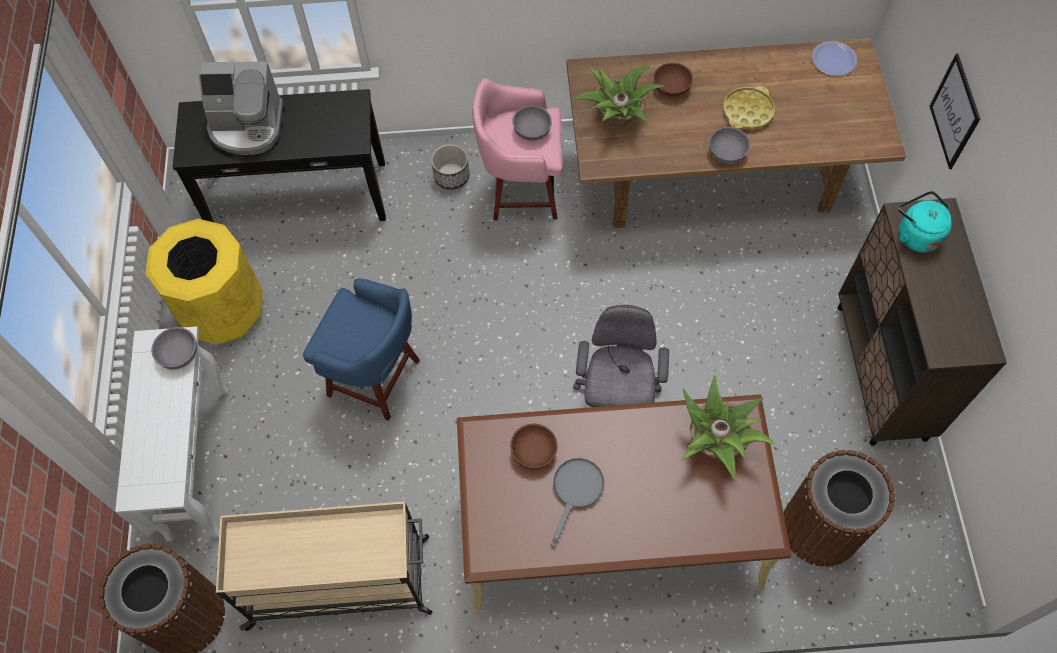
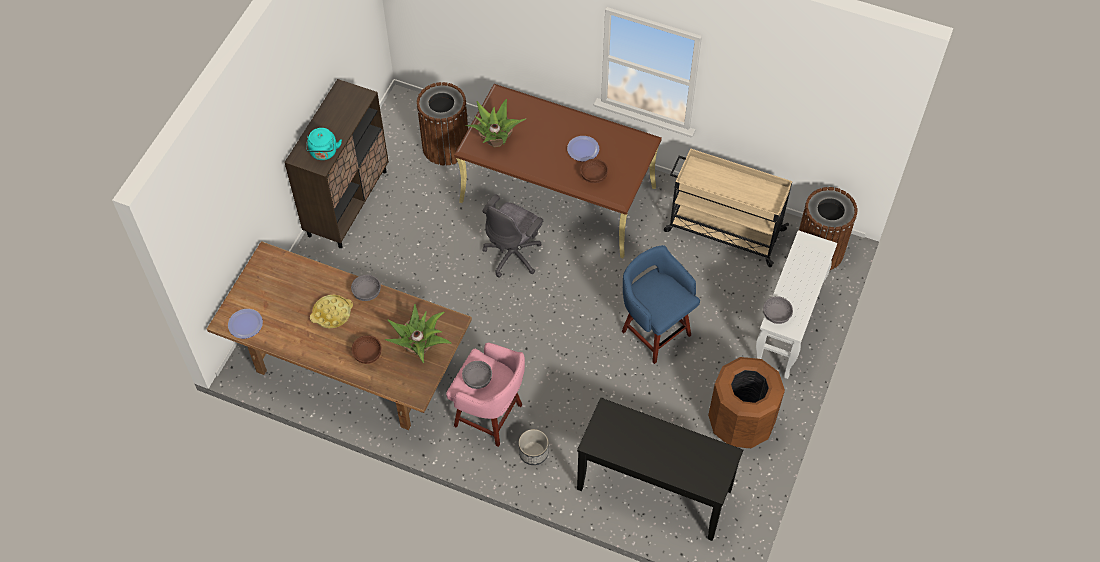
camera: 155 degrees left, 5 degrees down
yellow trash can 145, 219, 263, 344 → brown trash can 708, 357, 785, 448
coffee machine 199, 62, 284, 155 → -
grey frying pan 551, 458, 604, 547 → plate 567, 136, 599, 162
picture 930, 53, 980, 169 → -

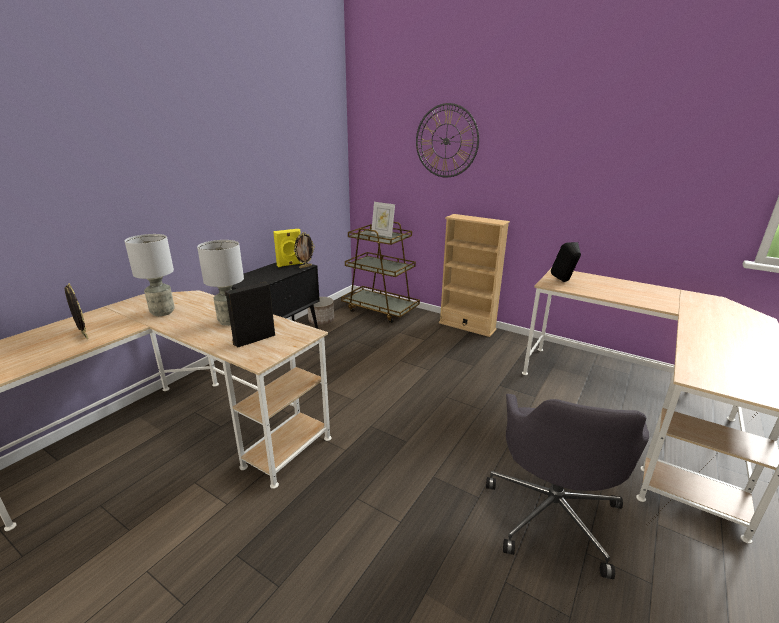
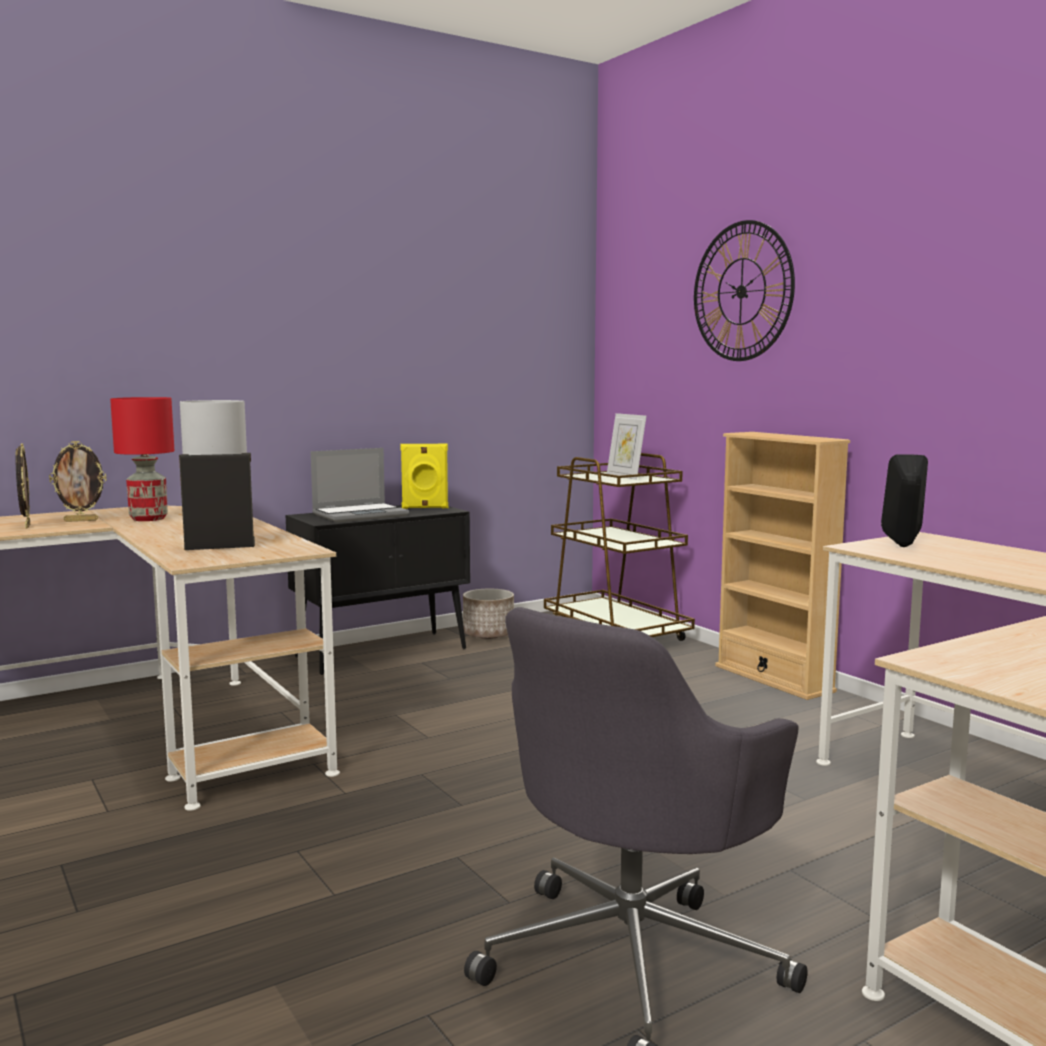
camera: 25 degrees right, 15 degrees down
grey table lamp 125, 234, 175, 316 → red table lamp 110, 397, 174, 521
picture frame 294, 232, 315, 268 → picture frame 49, 441, 106, 522, relocated
- → laptop 311, 448, 409, 522

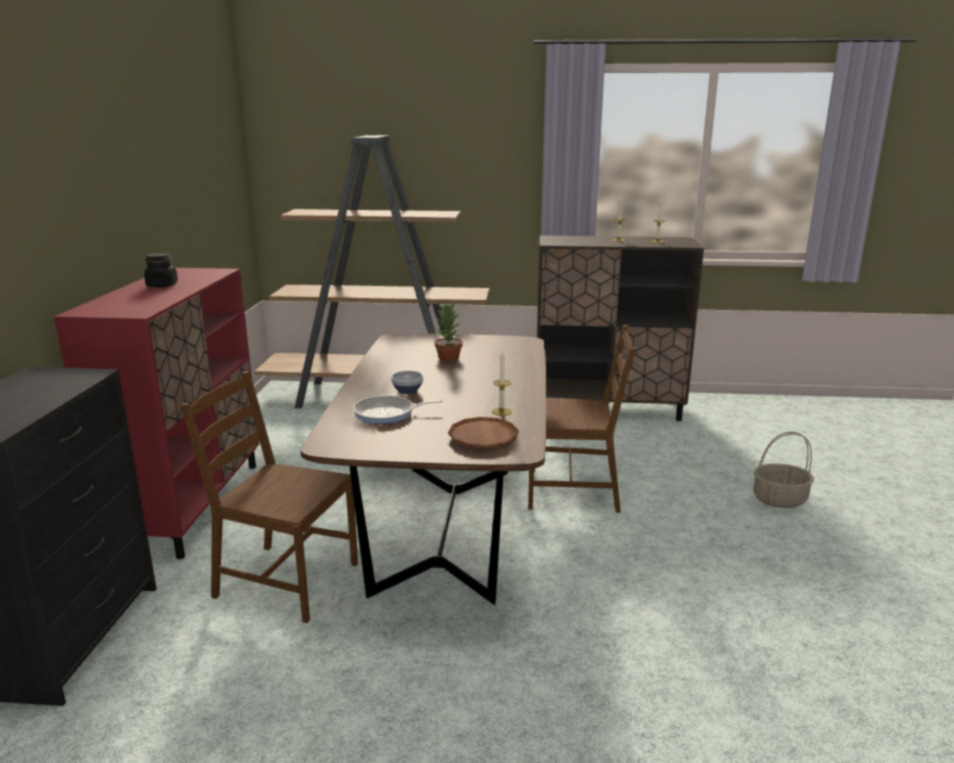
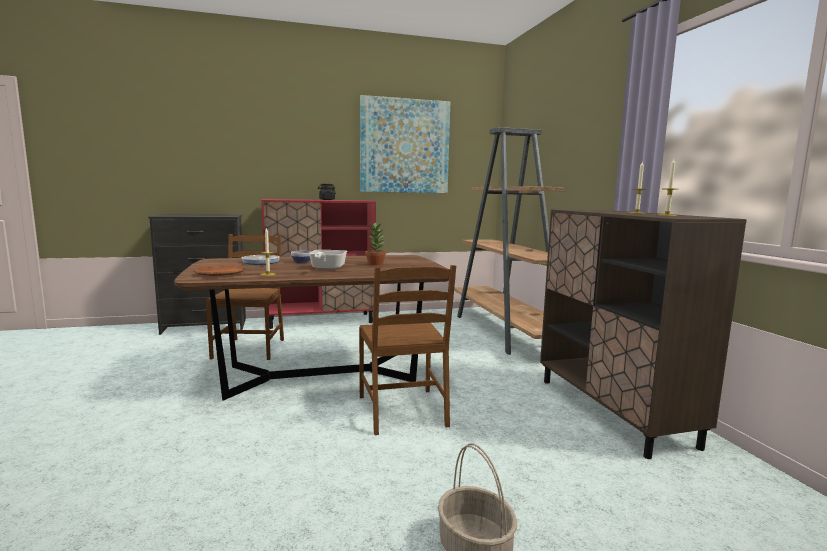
camera: 70 degrees right, 10 degrees down
- → frying pan 309, 250, 347, 270
- → picture 360, 95, 450, 193

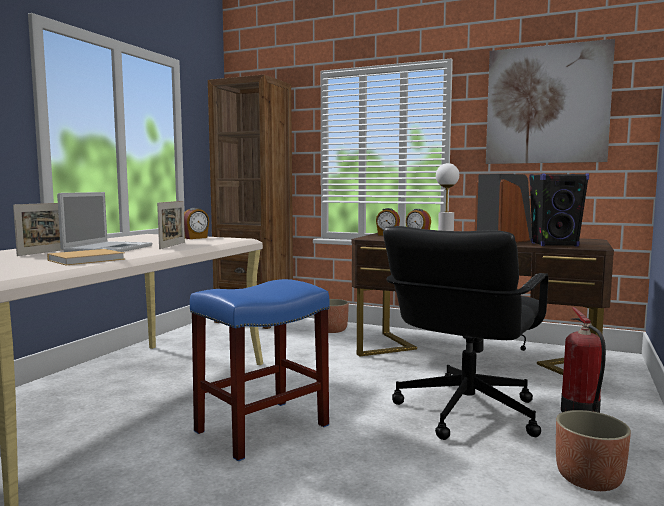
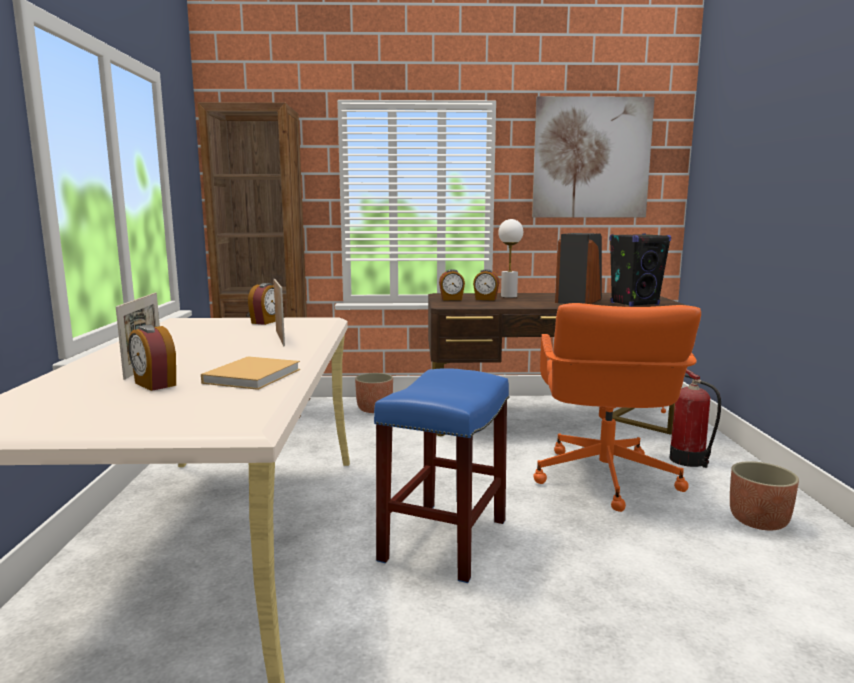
camera: 25 degrees left, 5 degrees up
laptop 57, 192, 152, 252 → -
black office chair 383, 226, 548, 440 → orange office chair 533, 303, 701, 512
- → alarm clock 128, 325, 176, 391

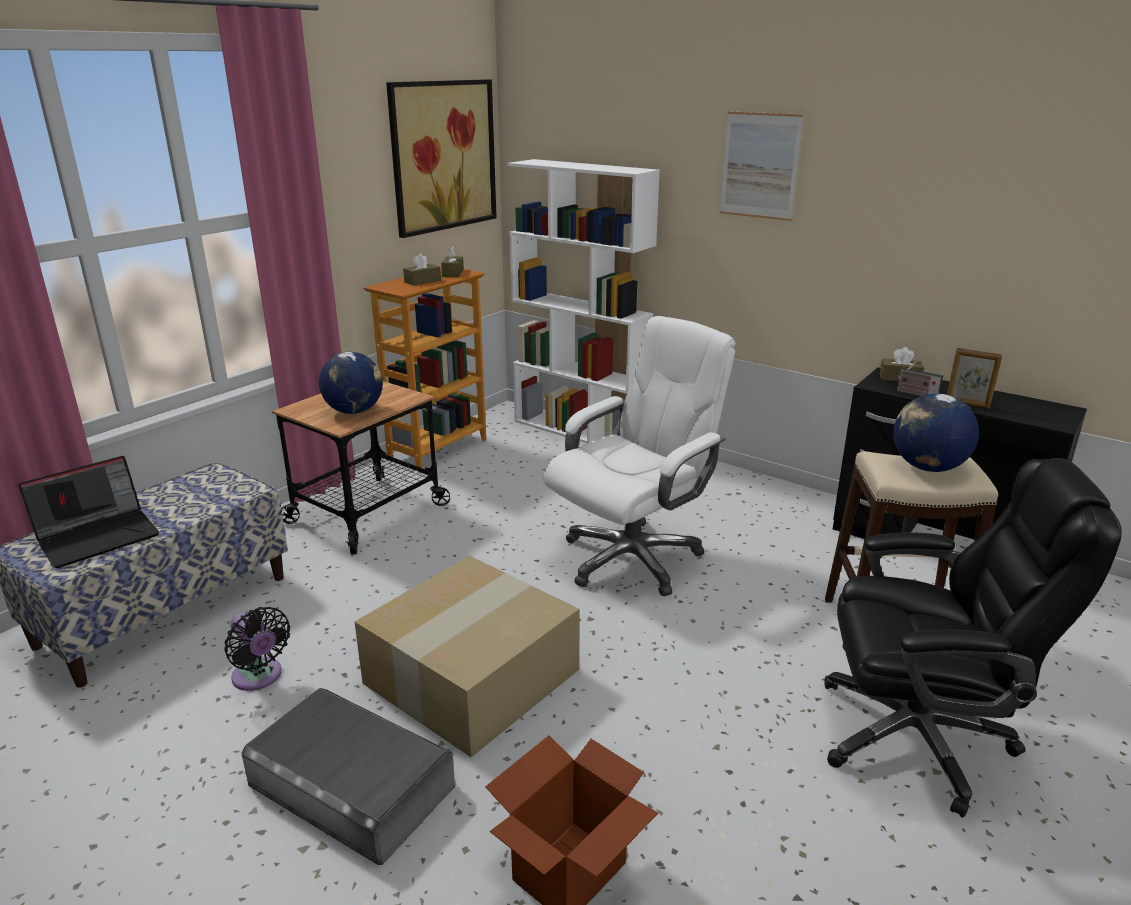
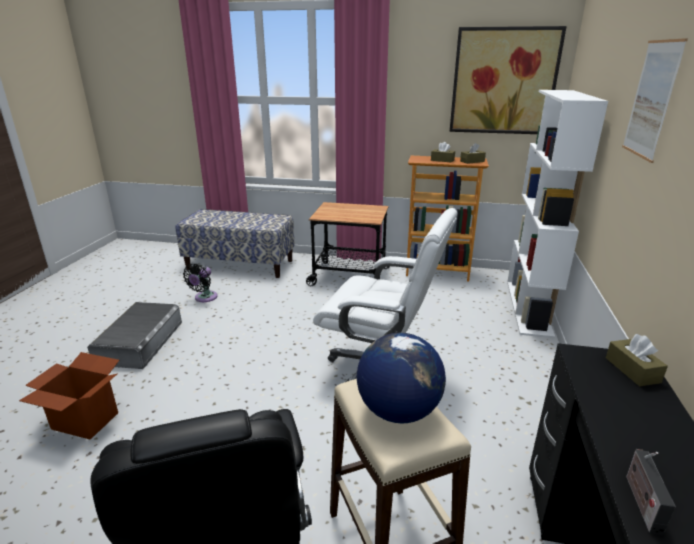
camera: 65 degrees right, 0 degrees up
laptop 18, 456, 159, 568 → -
globe 319, 352, 383, 414 → -
cardboard box 355, 555, 579, 757 → -
radio 896, 359, 943, 396 → radio 626, 449, 676, 535, relocated
picture frame 947, 348, 1003, 409 → -

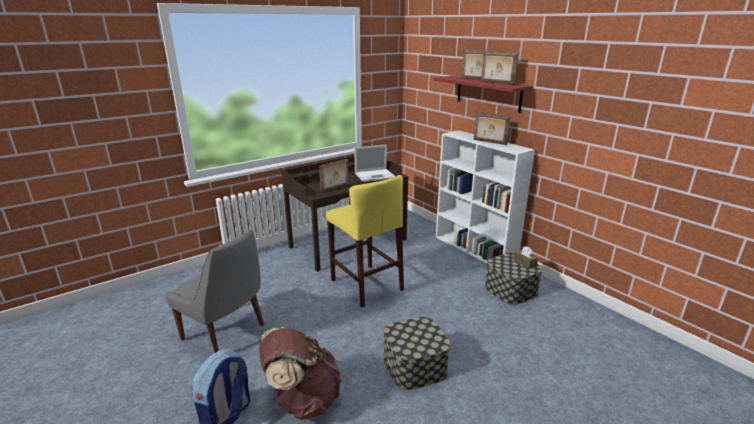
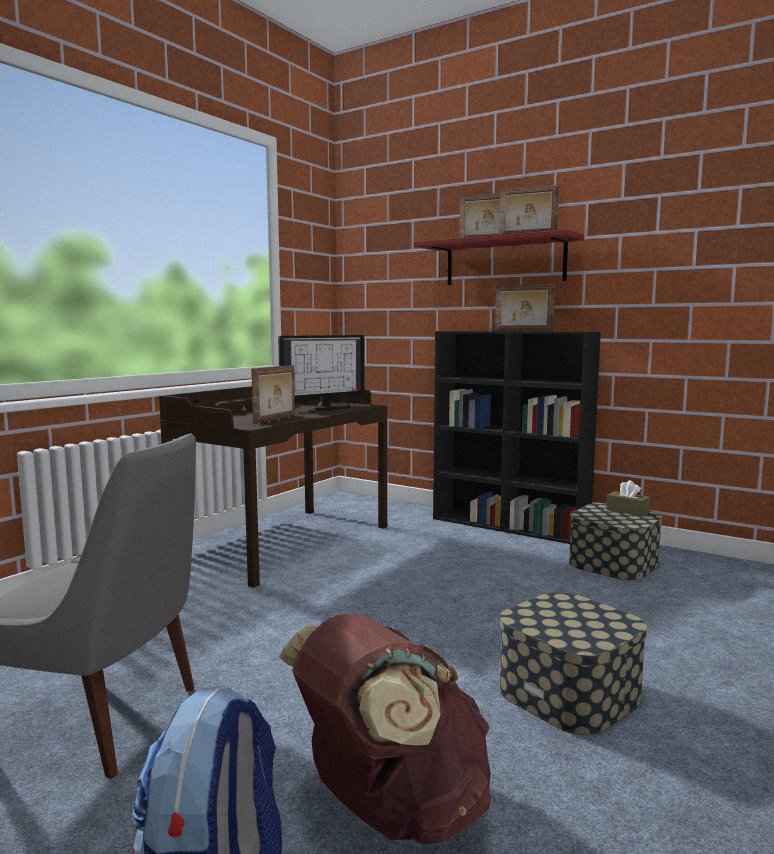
camera: 20 degrees left, 15 degrees down
yellow stool 326, 175, 404, 308 → -
laptop 354, 144, 396, 182 → monitor 278, 335, 364, 410
white bookcase 436, 130, 535, 264 → black bookcase 433, 331, 601, 544

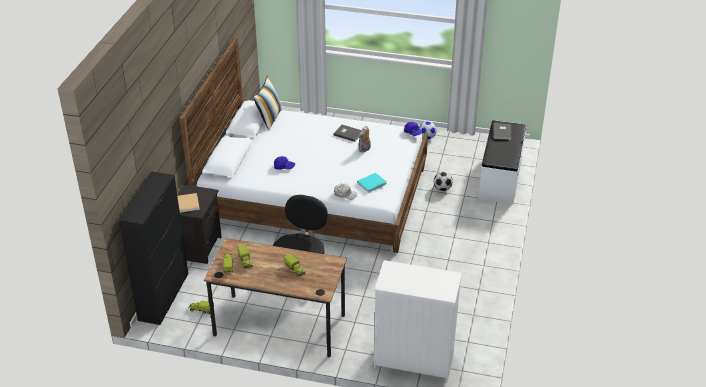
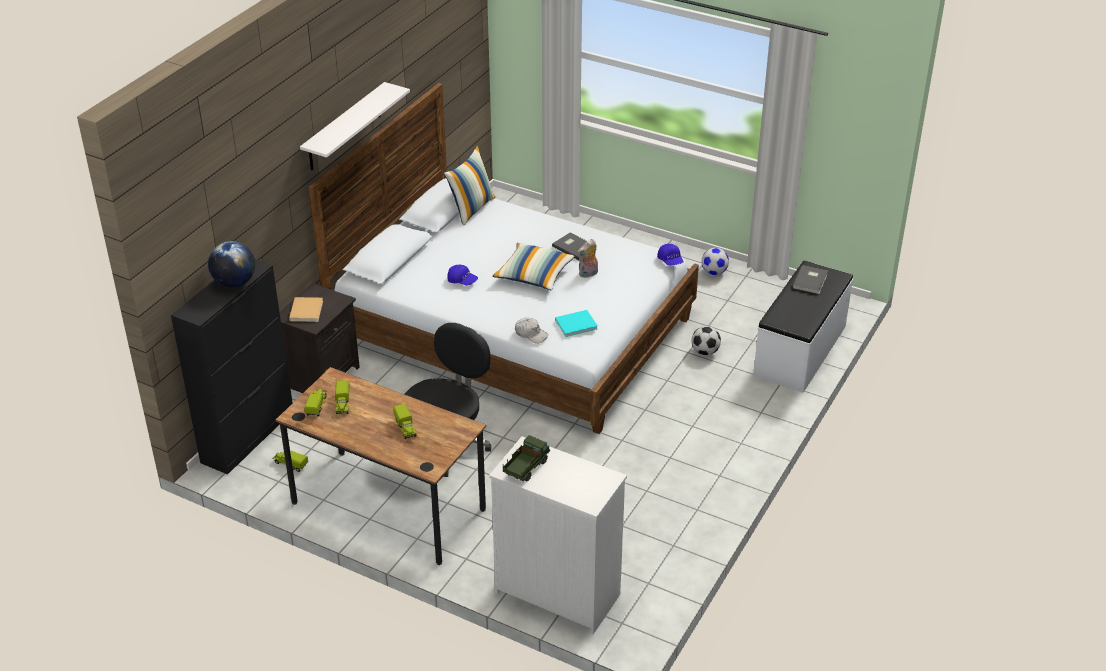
camera: 15 degrees right, 0 degrees up
- → globe 208, 241, 255, 288
- → white shelf 300, 82, 410, 170
- → pillow 493, 243, 575, 290
- → toy truck 503, 435, 550, 482

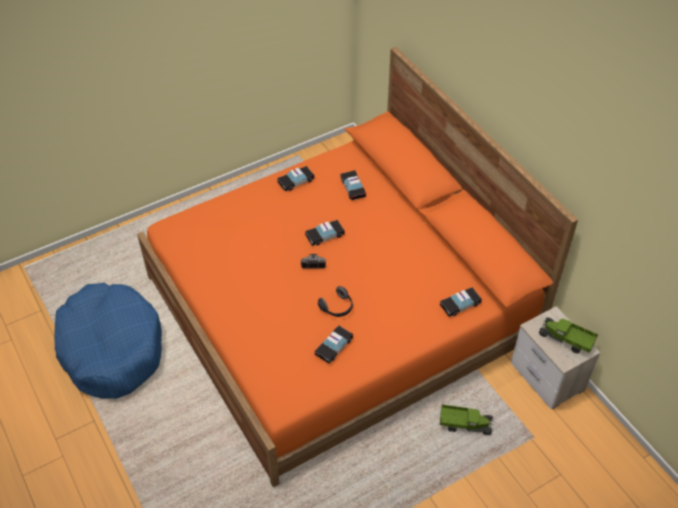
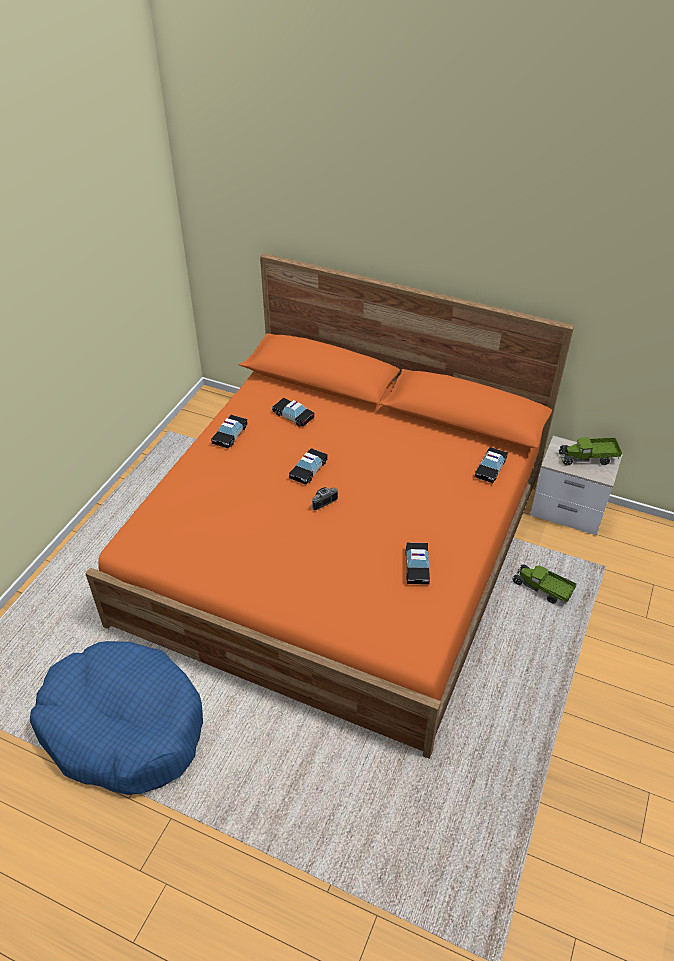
camera: 35 degrees left, 5 degrees down
headphones 318, 286, 353, 317 → -
toy truck 440, 404, 493, 435 → toy truck 513, 564, 577, 604, 120 degrees counterclockwise

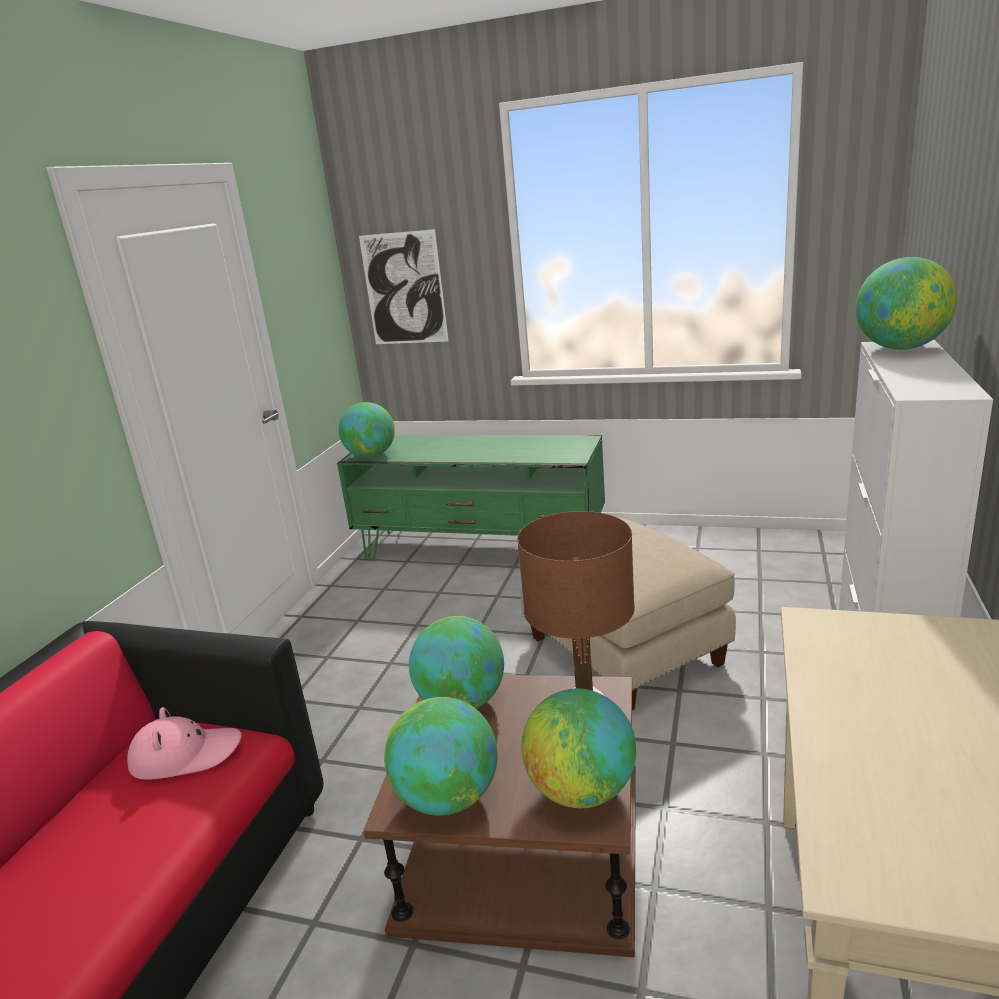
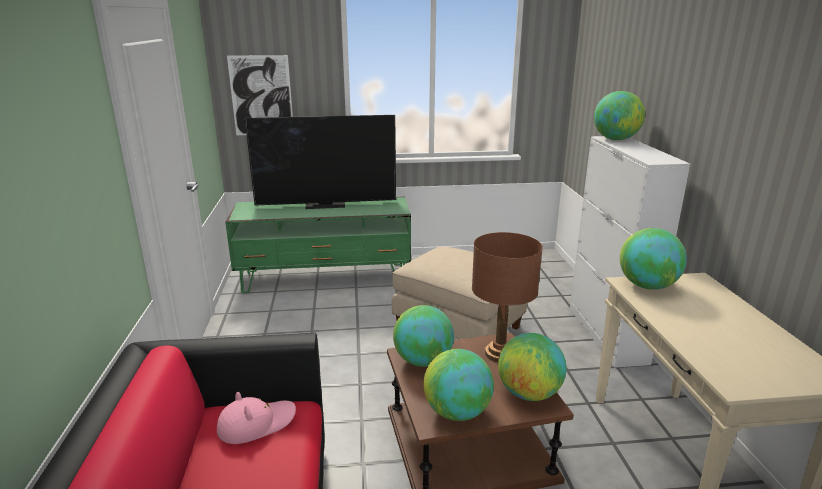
camera: 25 degrees left, 0 degrees up
globe 339, 402, 395, 458 → globe 620, 228, 687, 290, relocated
- → television 245, 115, 396, 209

